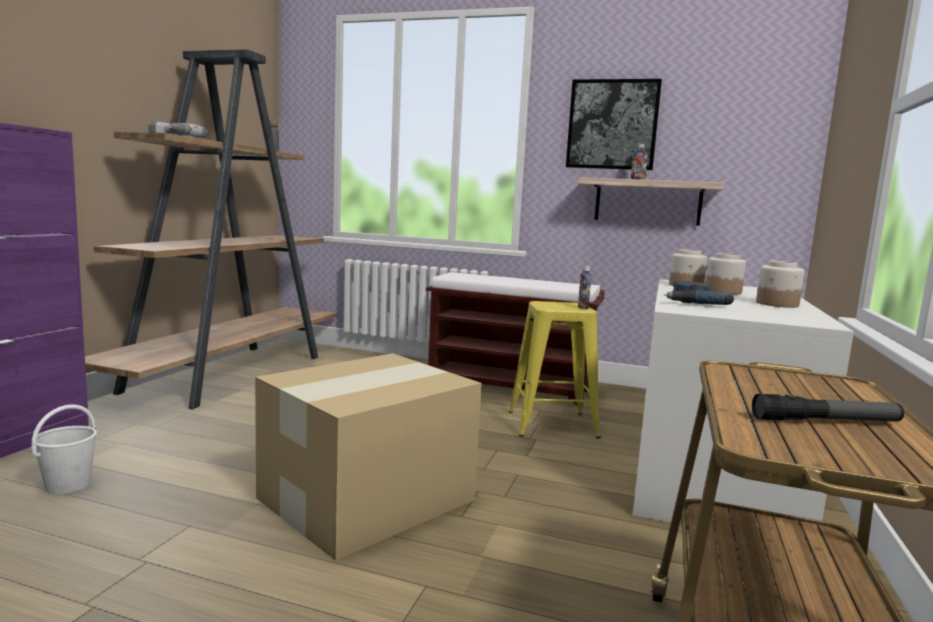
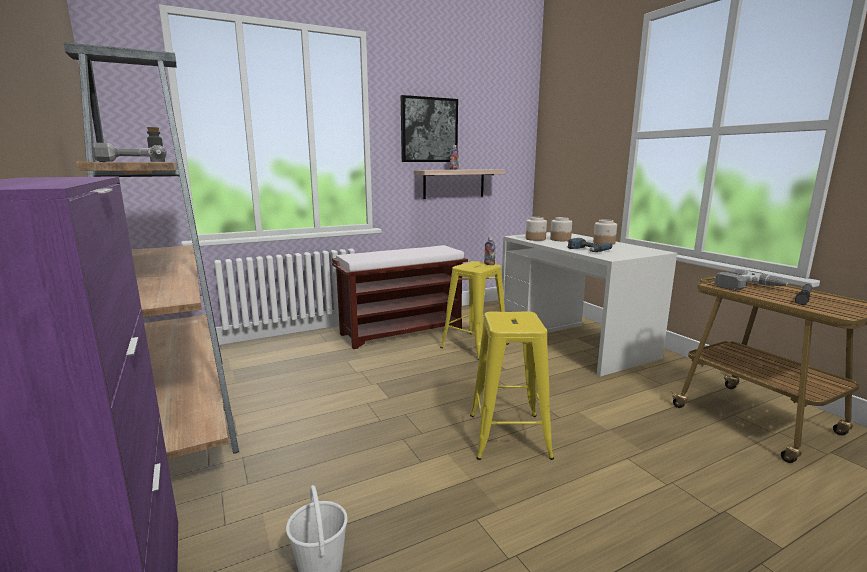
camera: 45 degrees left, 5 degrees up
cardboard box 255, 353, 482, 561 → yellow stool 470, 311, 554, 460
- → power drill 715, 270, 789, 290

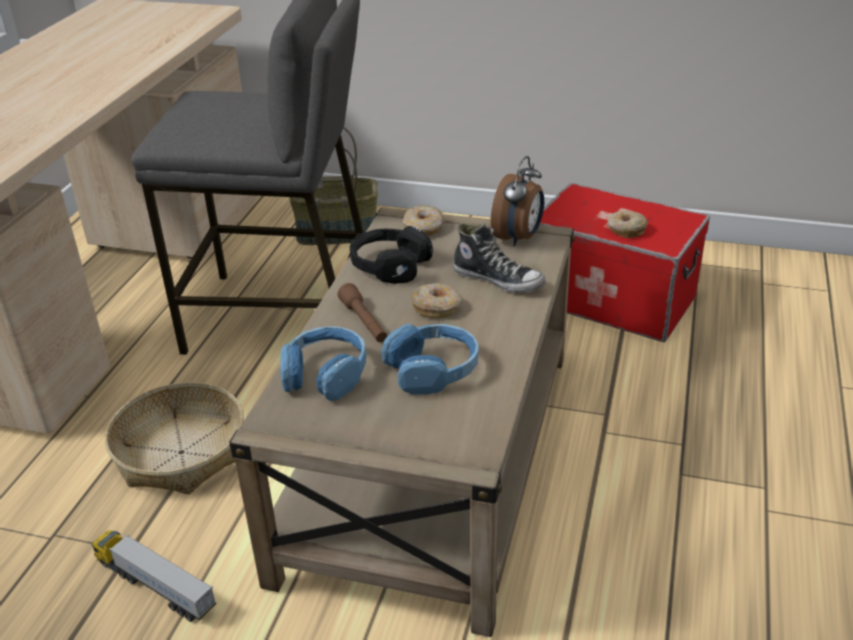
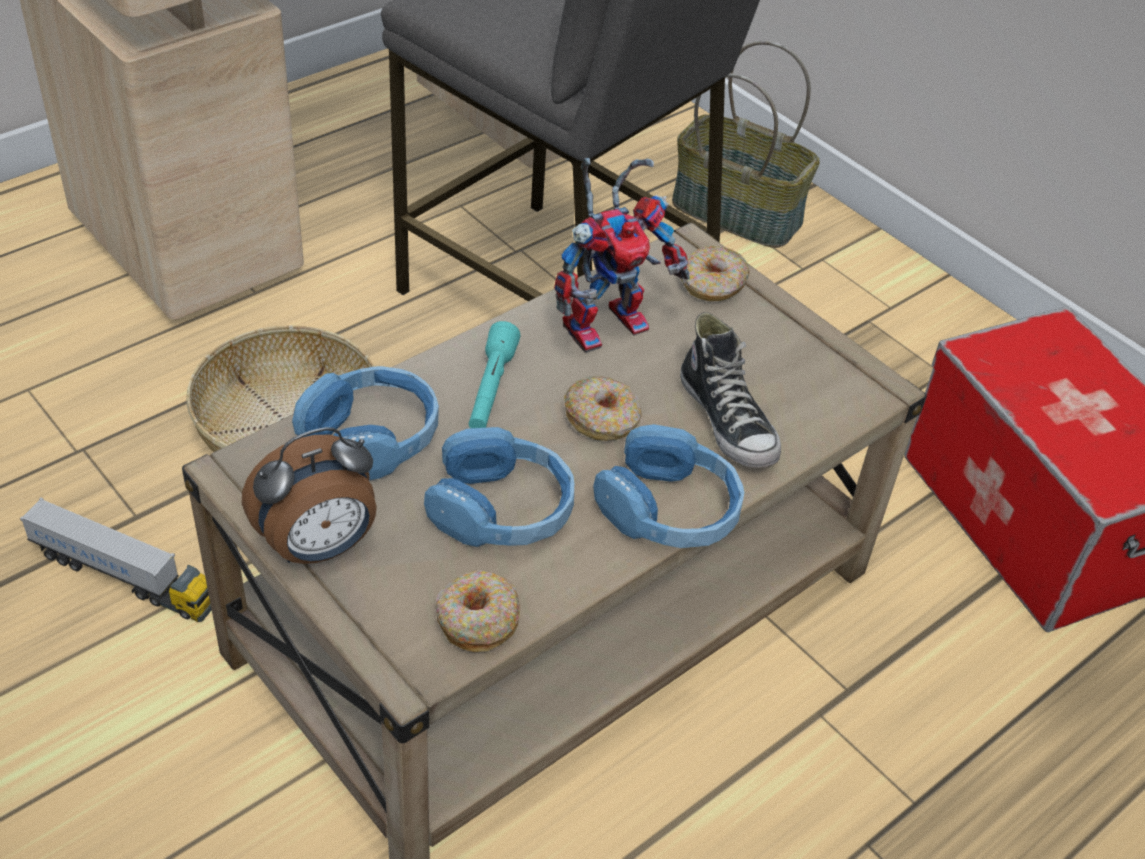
camera: 30 degrees right, 10 degrees up
toy truck 92, 530, 216, 622 → toy truck 20, 498, 212, 622, 135 degrees clockwise
brown flashlight 338, 283, 387, 342 → turquoise flashlight 469, 321, 521, 428
black headphones 349, 226, 433, 284 → toy robot 554, 158, 690, 353
alarm clock 491, 156, 544, 247 → alarm clock 242, 427, 377, 564, relocated
donut 607, 210, 648, 238 → donut 435, 570, 520, 652, relocated
- → blue headphones 593, 424, 744, 548

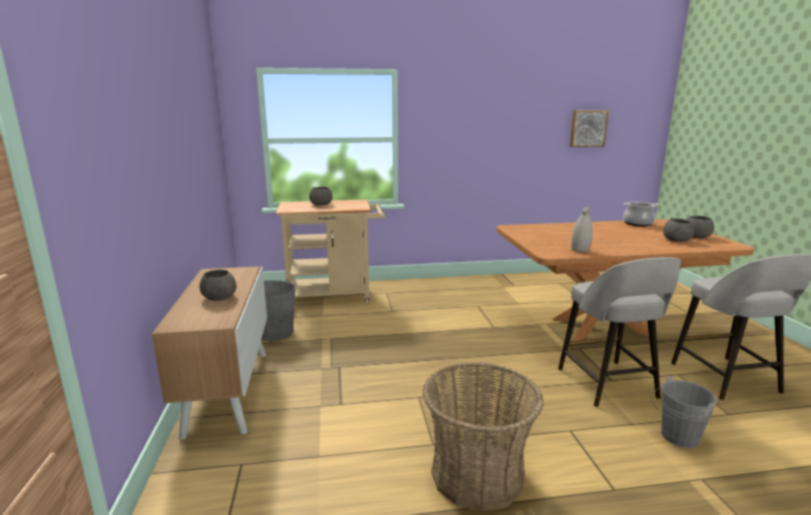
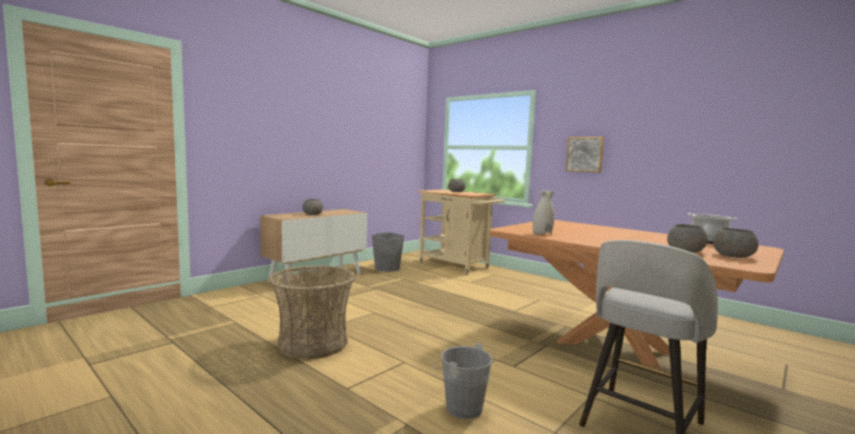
camera: 50 degrees right, 10 degrees down
grey stool 558, 257, 681, 407 → -
picture 570, 110, 609, 147 → picture 566, 137, 604, 173, relocated

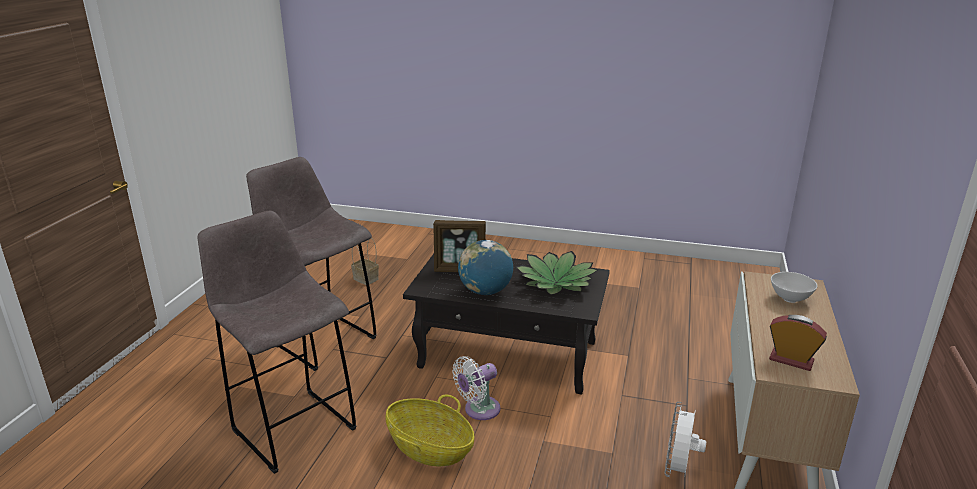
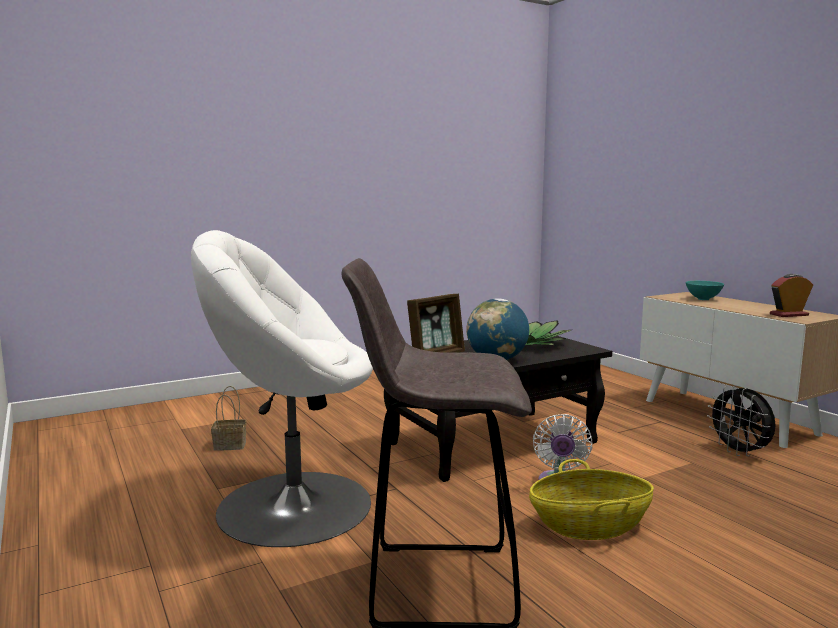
camera: 45 degrees left, 15 degrees down
grey stool 246, 157, 377, 371 → white armchair 191, 230, 373, 547
white fan 664, 402, 706, 477 → black fan 707, 385, 776, 456
white bowl 771, 272, 817, 303 → turquoise bowl 686, 281, 724, 300

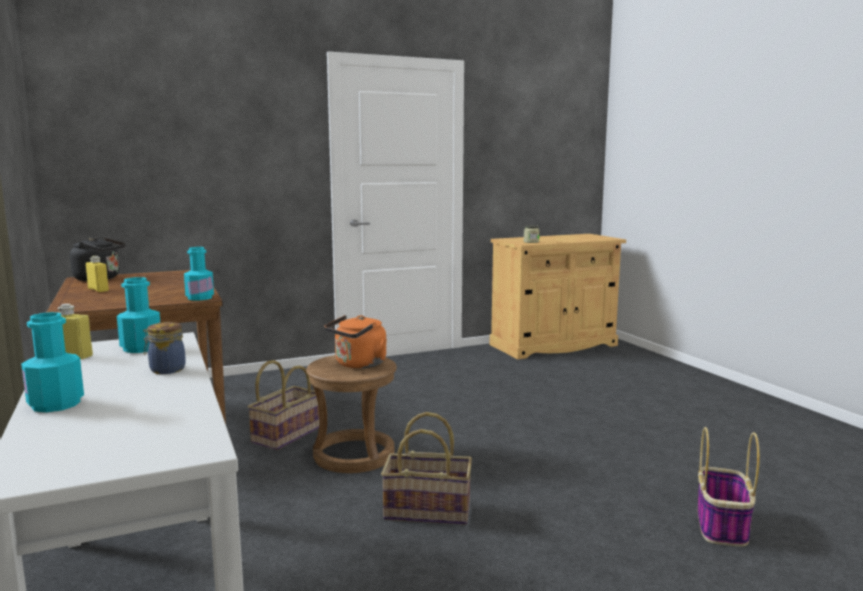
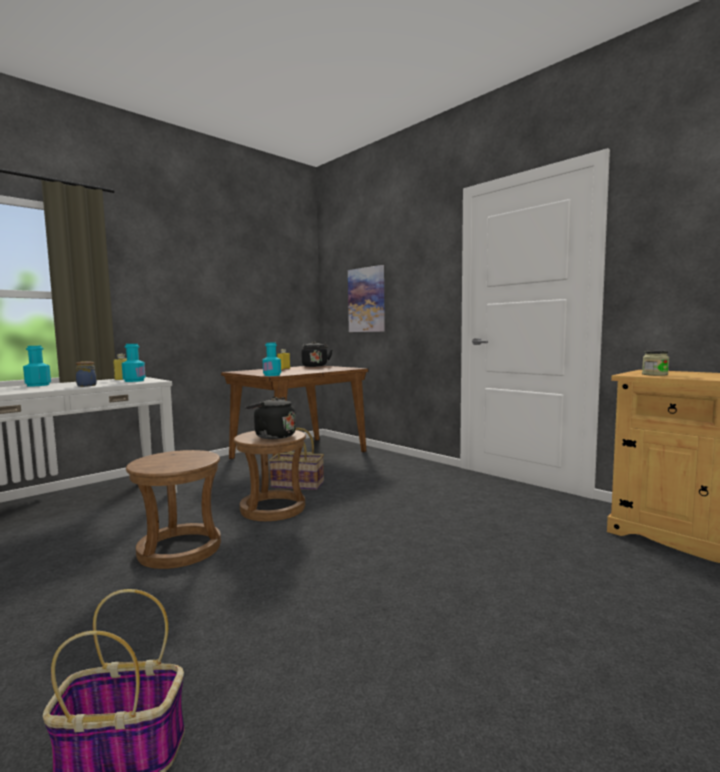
camera: 70 degrees right, 5 degrees down
orange kettle 324, 315, 387, 369 → black kettle 245, 397, 296, 439
basket 381, 412, 472, 525 → brown stool 126, 450, 221, 569
- → picture 348, 265, 385, 332

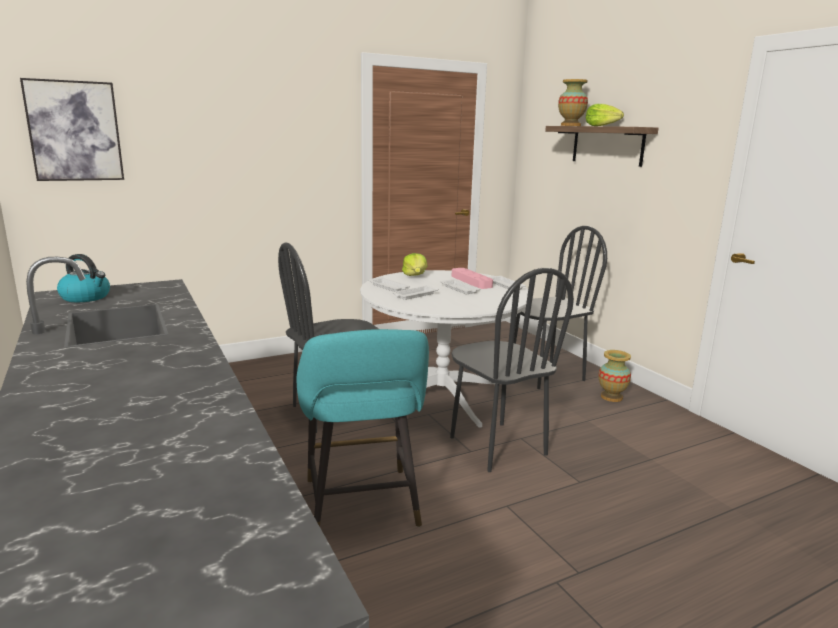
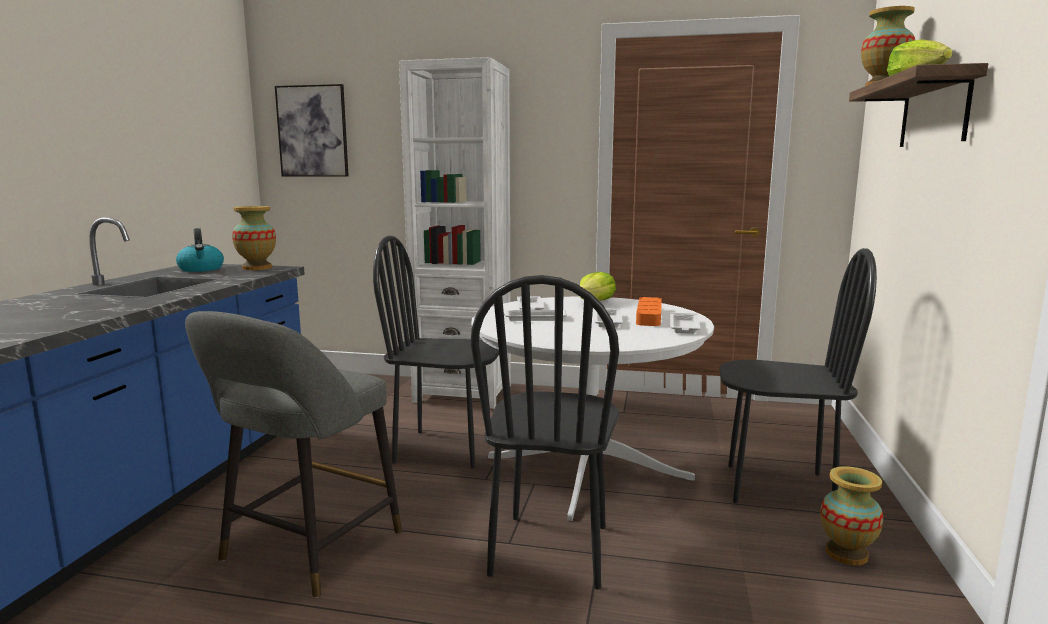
camera: 40 degrees right, 5 degrees down
turquoise stool 297, 329, 429, 527 → grey stool 185, 311, 402, 598
pink tray 452, 268, 493, 289 → orange tray 636, 297, 662, 326
- → vase 232, 206, 276, 270
- → white bookcase 399, 57, 511, 409

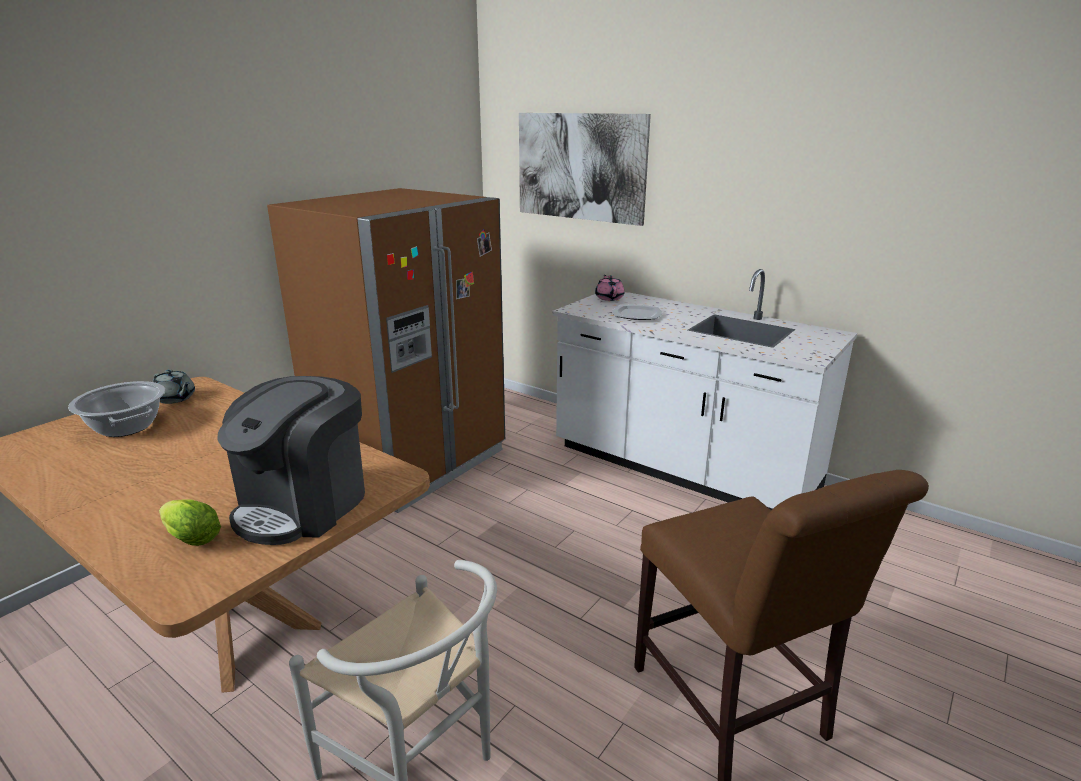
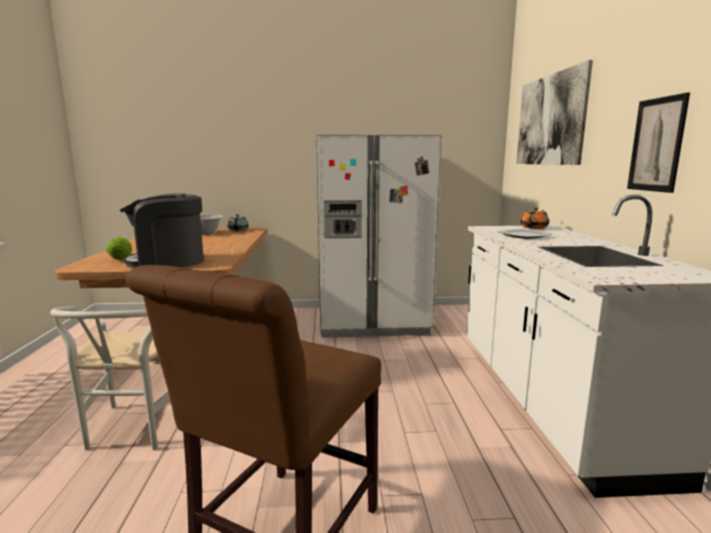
camera: 50 degrees right, 10 degrees down
brown fridge 267, 188, 505, 513 → white fridge 316, 135, 441, 338
pink teapot 595, 275, 625, 301 → orange teapot 521, 207, 549, 229
- → picture 627, 92, 690, 193

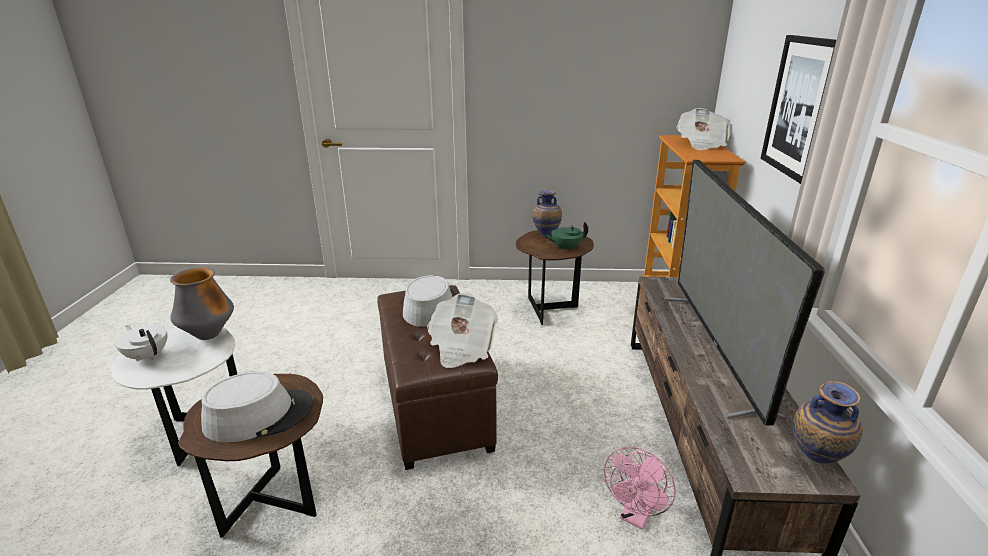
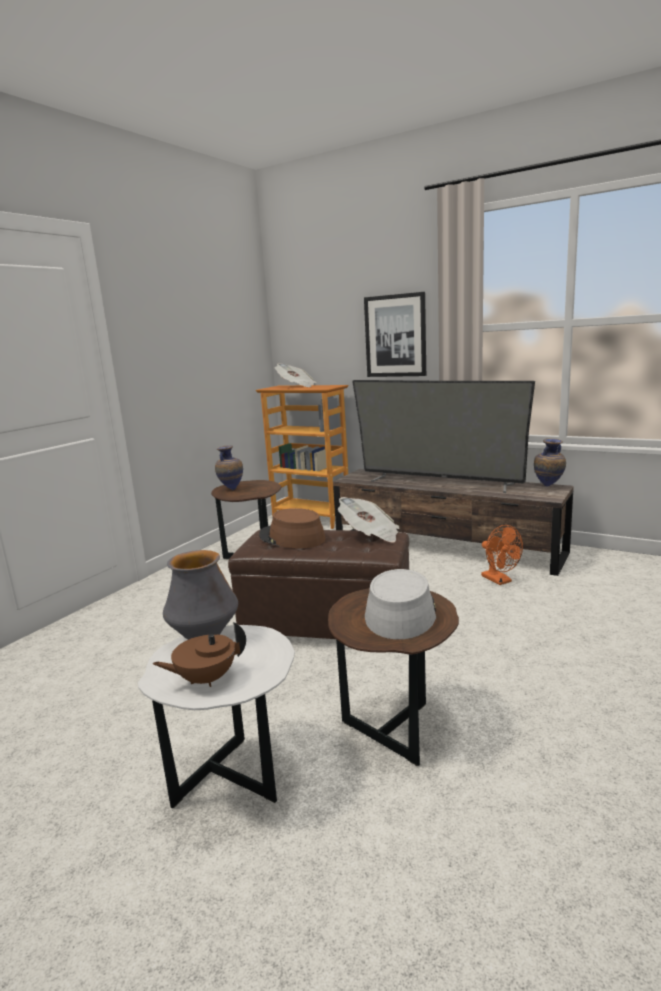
camera: 60 degrees left, 10 degrees down
white teapot 115, 325, 167, 361 → brown teapot 153, 622, 246, 687
grey hat 403, 275, 456, 327 → brown hat 259, 508, 326, 548
green teapot 544, 221, 588, 251 → -
pink fan 604, 447, 676, 530 → orange fan 481, 525, 523, 585

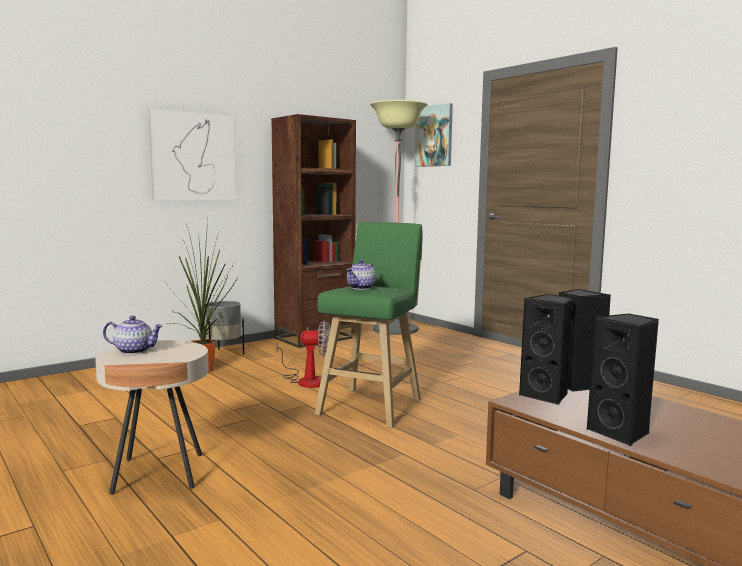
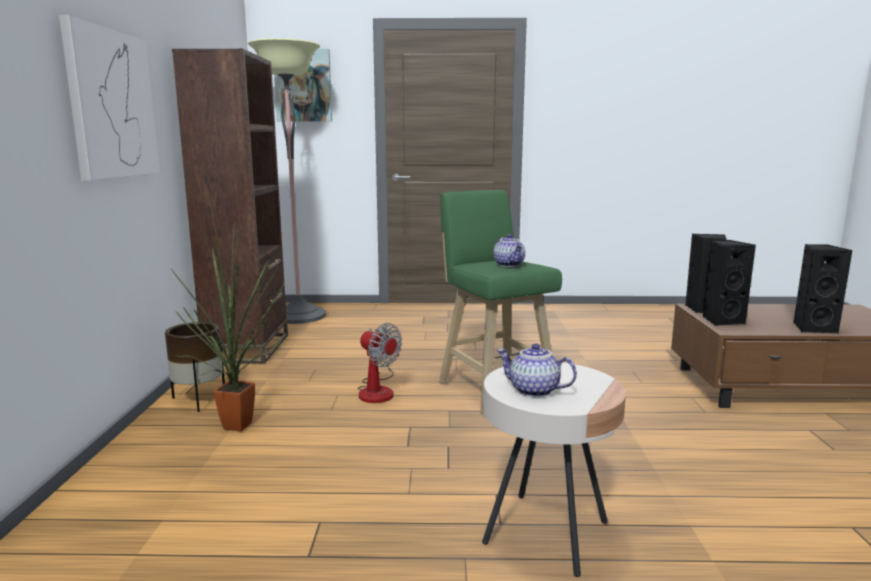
camera: 50 degrees left, 5 degrees up
teapot 103, 316, 163, 354 → teapot 497, 343, 577, 397, 105 degrees counterclockwise
grey planter 206, 301, 244, 355 → brown planter 165, 322, 225, 412
fan 276, 320, 330, 388 → fan 358, 323, 402, 403, 90 degrees clockwise

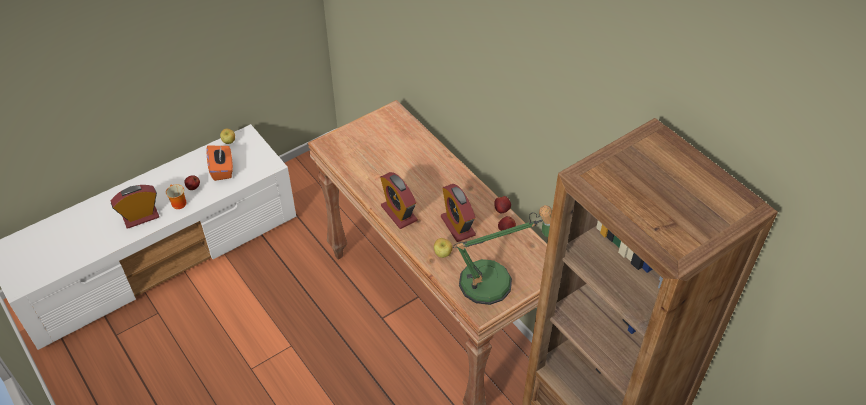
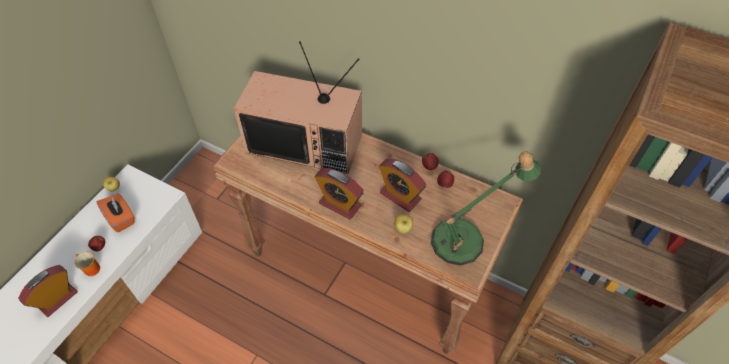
camera: 25 degrees left, 5 degrees up
- → television 234, 41, 362, 174

